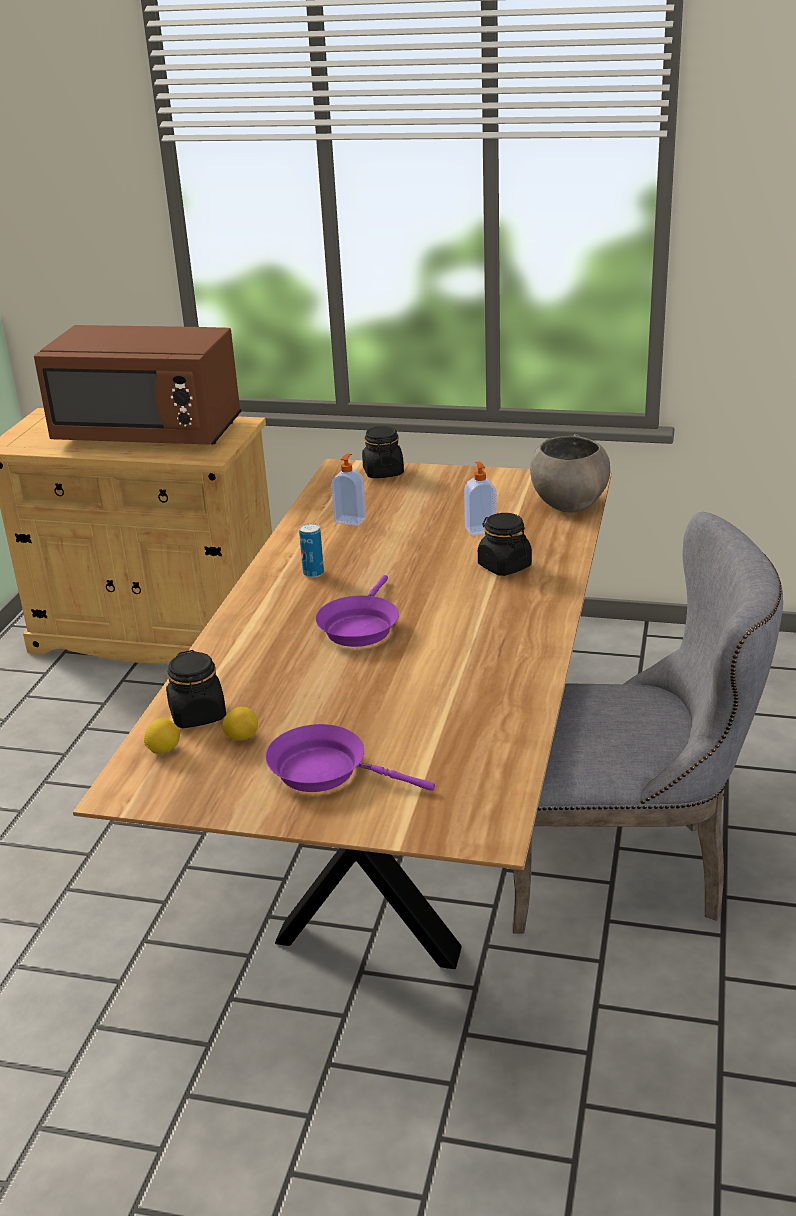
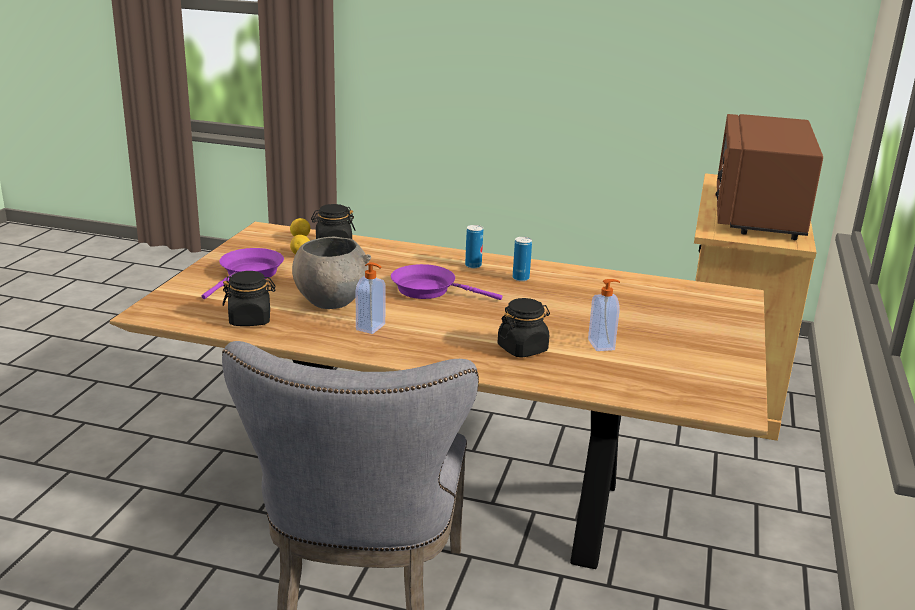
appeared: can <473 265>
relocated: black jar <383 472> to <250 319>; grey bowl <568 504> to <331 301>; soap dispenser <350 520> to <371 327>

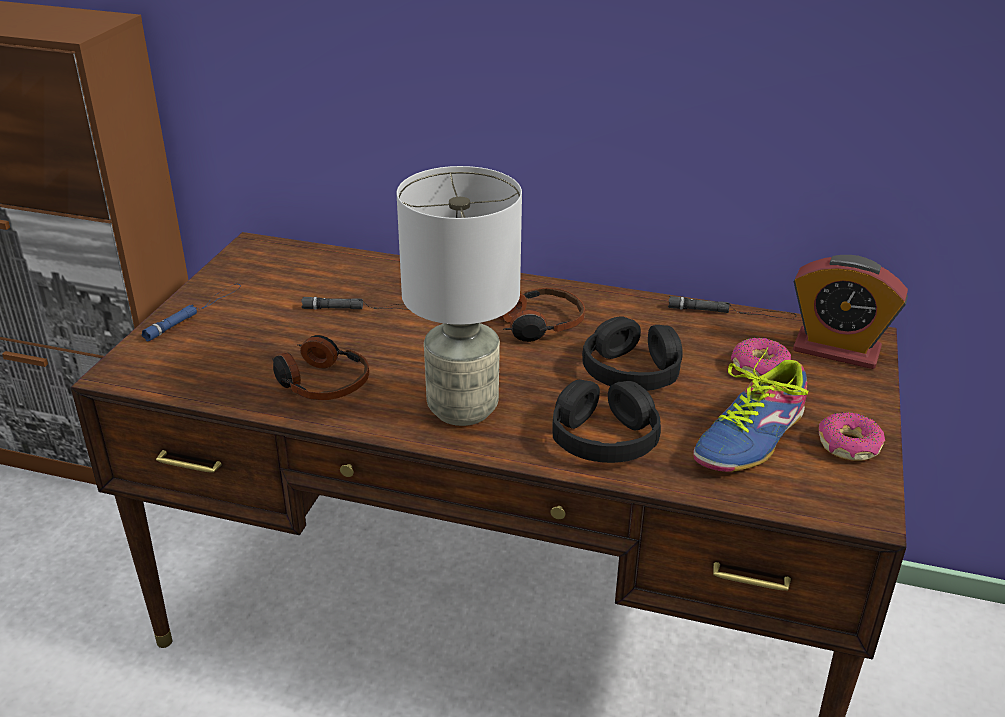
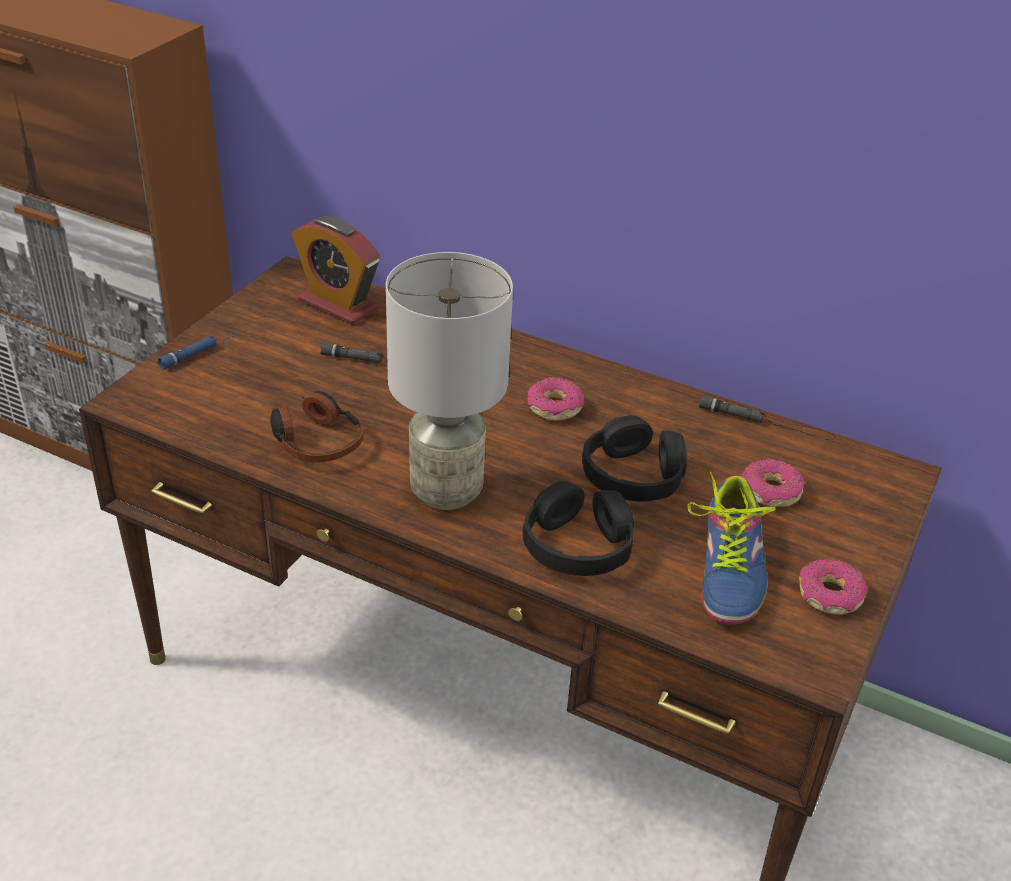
relocated: alarm clock <836 350> to <338 305>
exchanged: headphones <538 324> to donut <554 407>
spun: shoe <751 437> = <730 568> 45 degrees counterclockwise

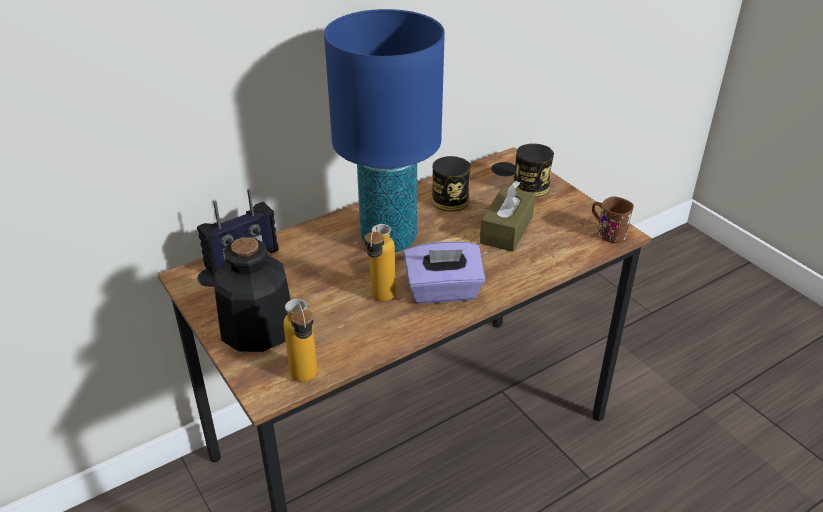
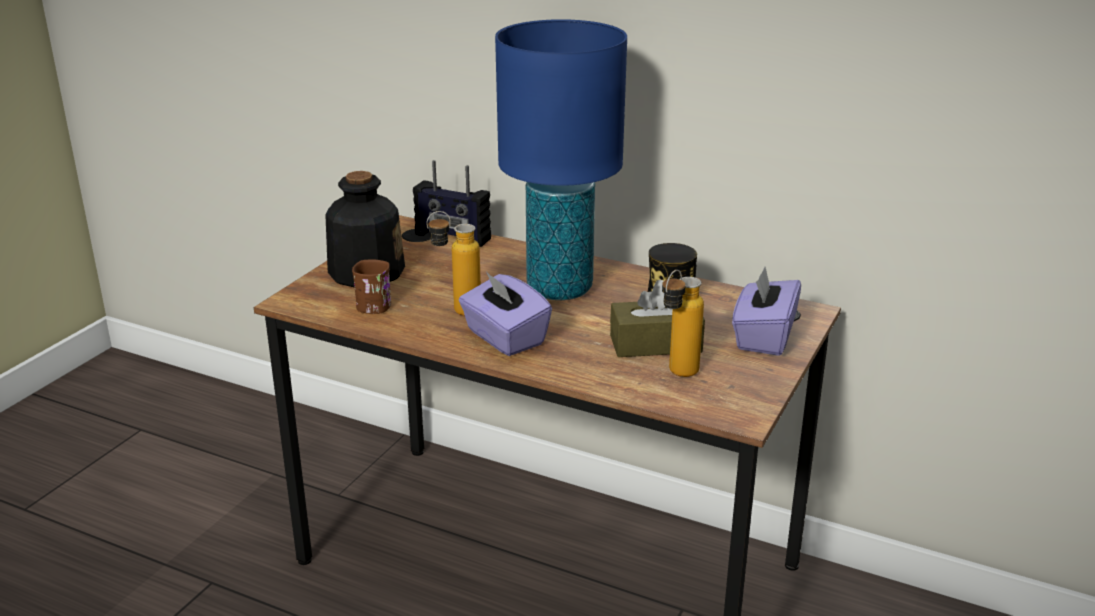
relocated: brown mug <607 232> to <376 303>; bottle <306 381> to <676 375>
exchanged: can <531 187> to purple tissue box <763 337>

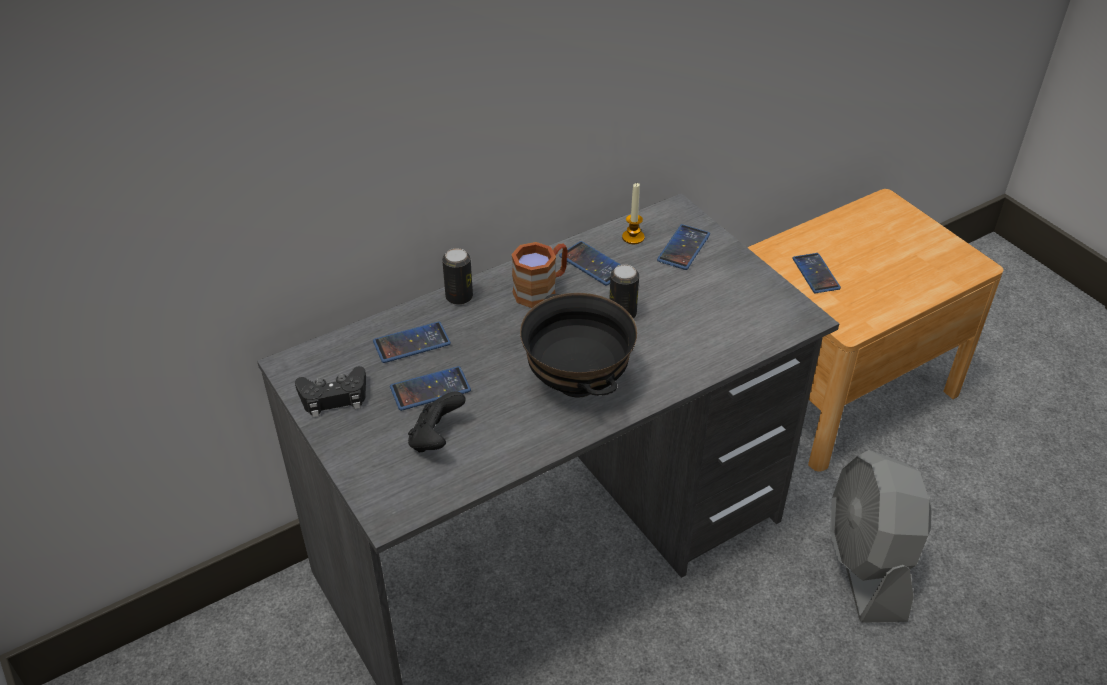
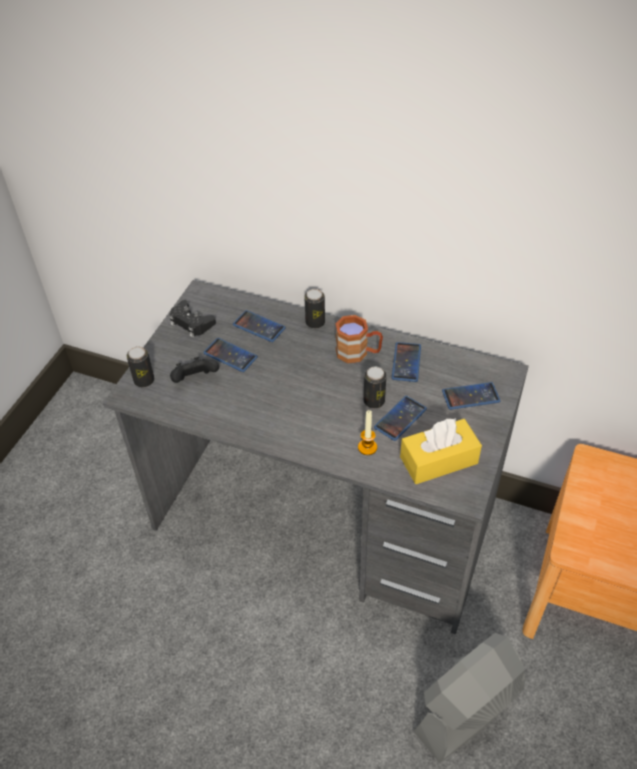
missing: black bowl <578 382>
appeared: can <144 380>; yellow tissue box <438 460>
relocated: candle <633 237> to <367 447>; phone <816 274> to <400 418>

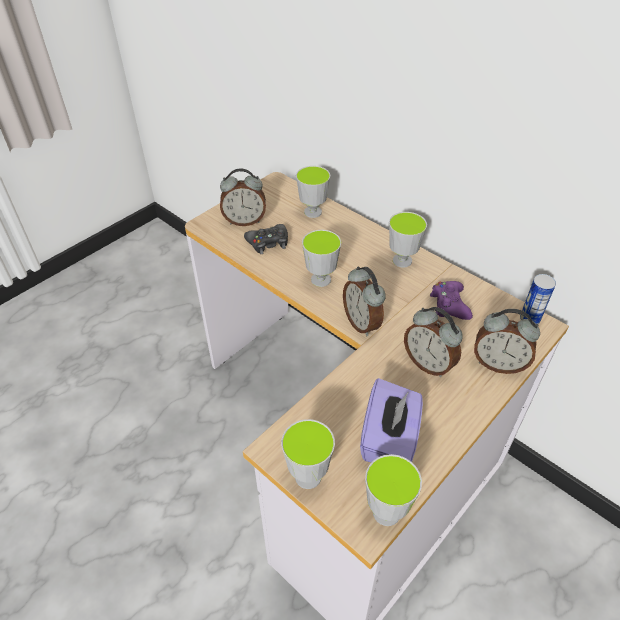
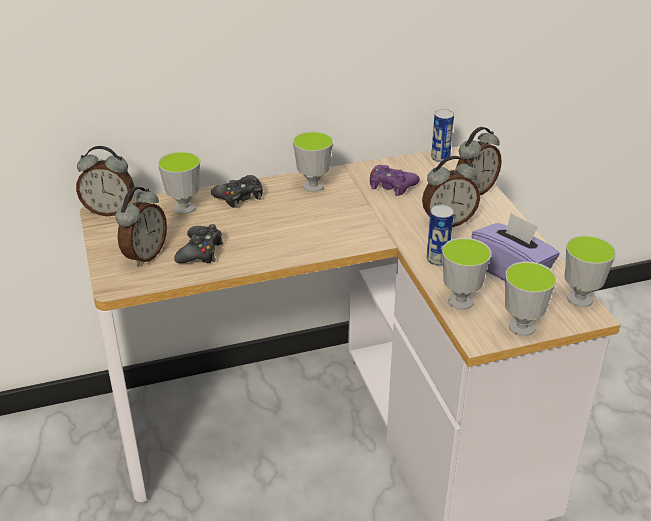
appeared: black game controller <239 197>; can <437 259>
relocated: cup <321 280> to <460 301>; alarm clock <362 323> to <110 211>

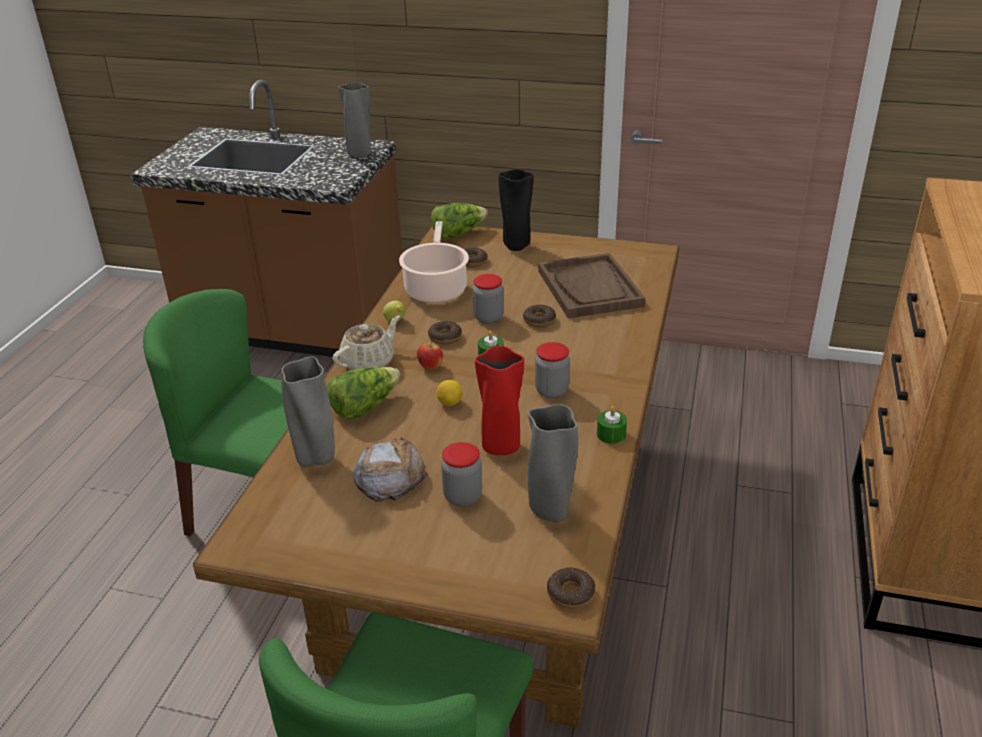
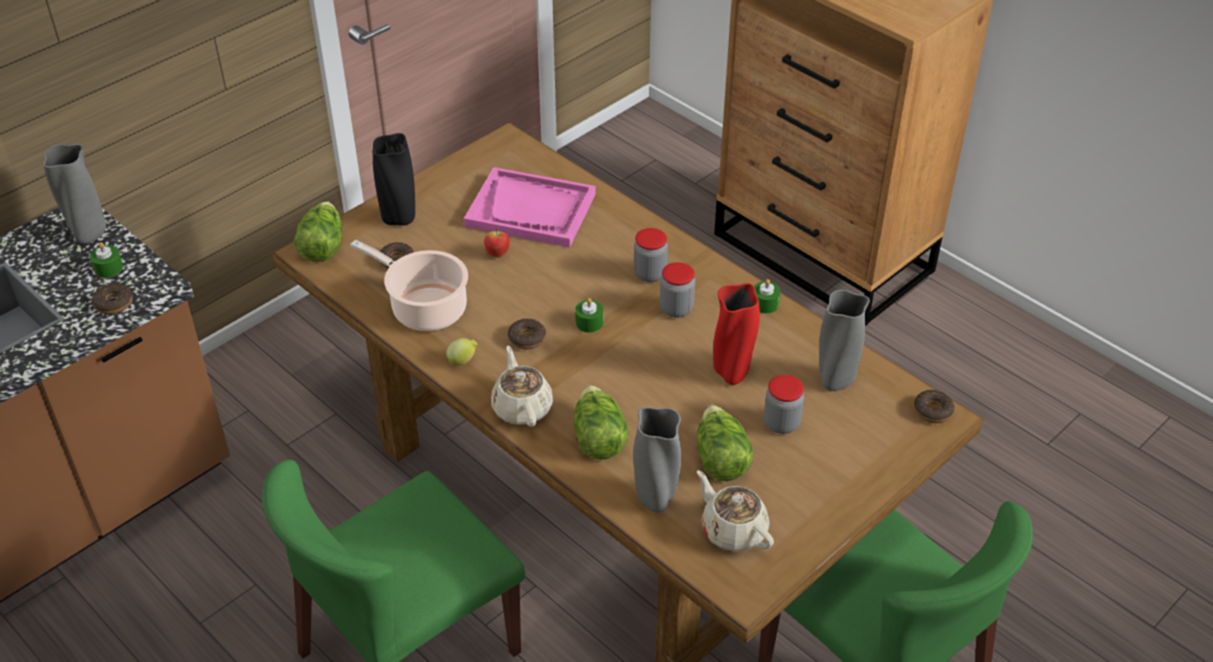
missing: lemon <450 403>
appeared: green candle <108 268>; beige teapot <733 530>
relocated: jar <488 318> to <650 274>; donut <539 320> to <114 303>; apple <430 367> to <497 254>
exchanged: bread <389 476> to lettuce <720 458>
colour: brown tray <590 288> to pink tray <531 210>

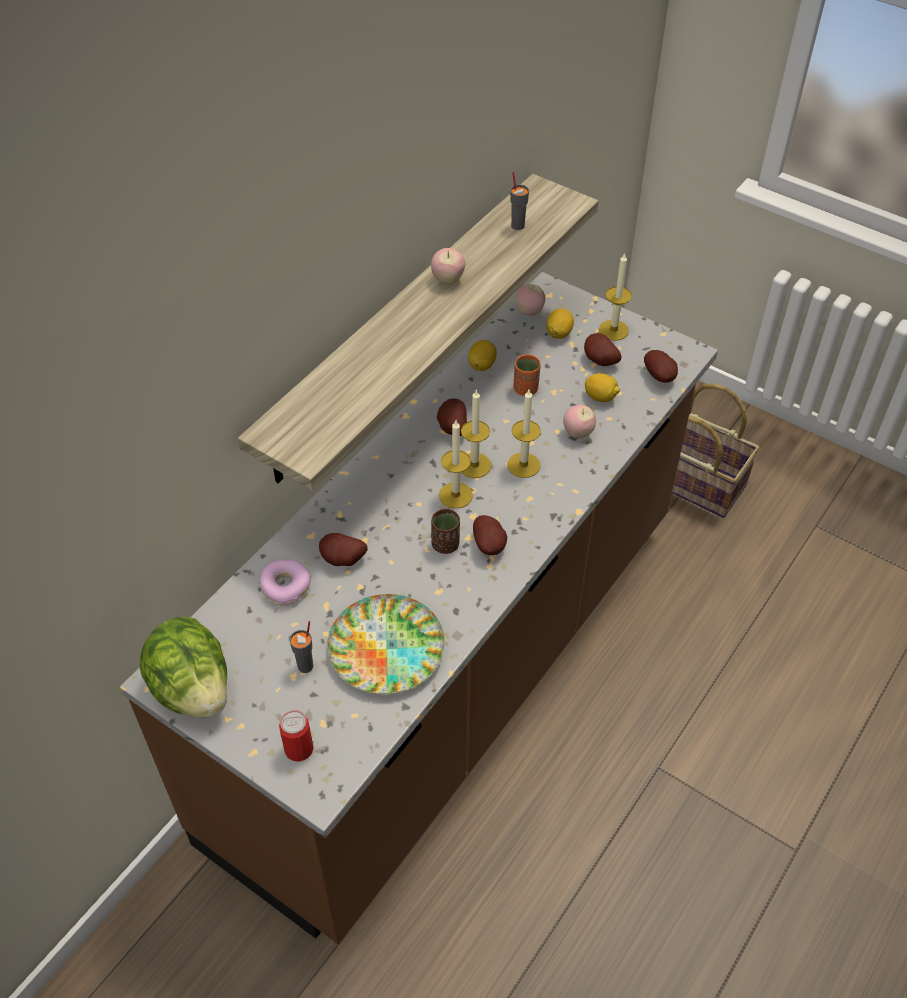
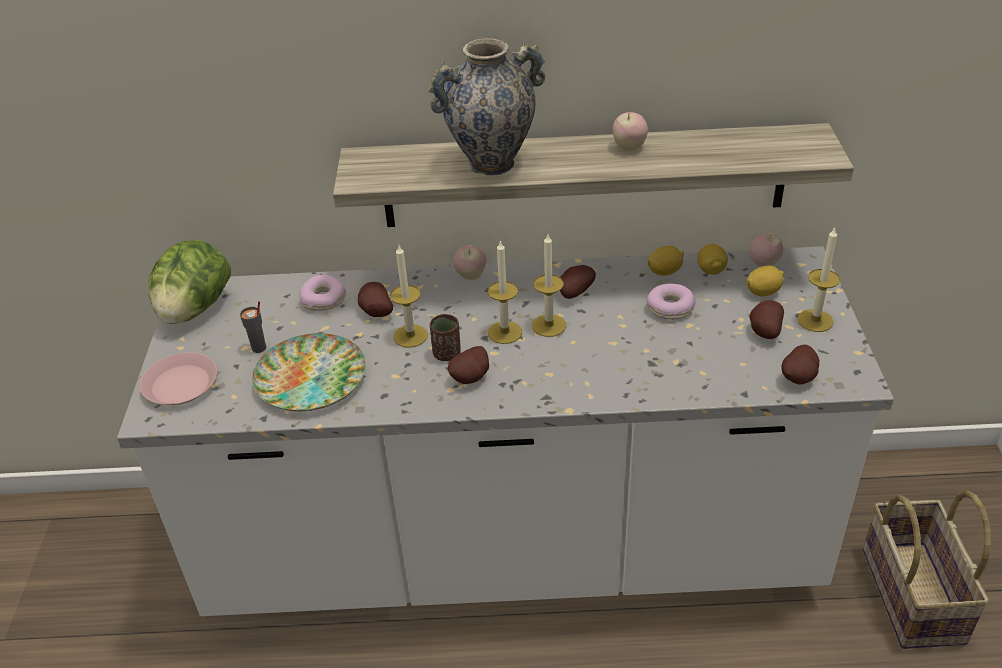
missing: grey cup <517 225>
appeared: vase <491 164>
relocated: lemon <600 397> to <711 270>; candle <523 465> to <410 336>; apple <578 433> to <471 276>
exchanged: orange cup <525 389> to donut <670 308>; can <299 749> to pink plate <181 385>
colour: brown counter <453 676> to white counter <512 551>

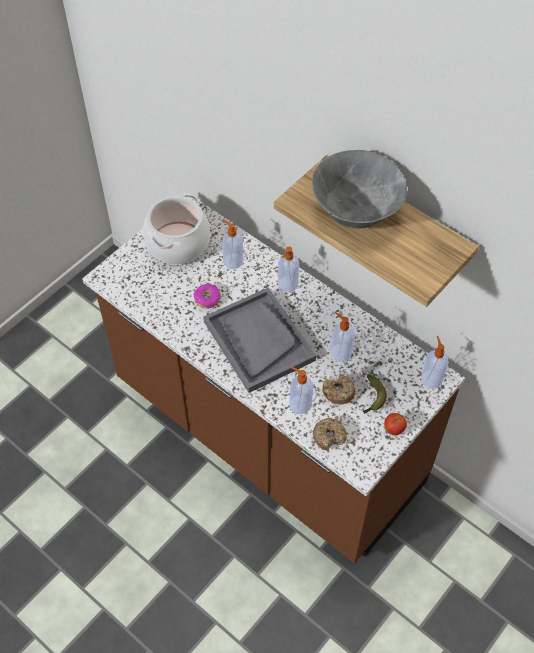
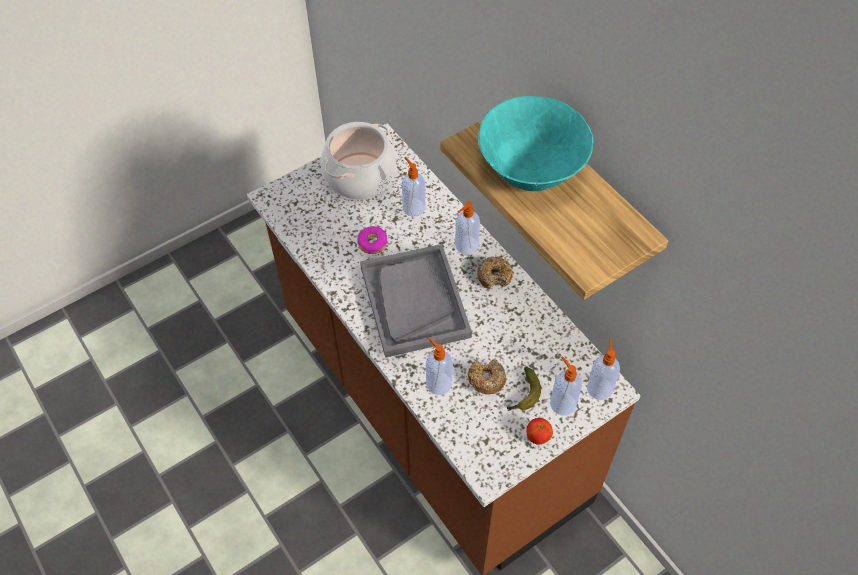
relocated: soap dispenser <340 352> to <562 403>; donut <329 436> to <494 276>
colour: grey bowl <356 215> to turquoise bowl <530 175>

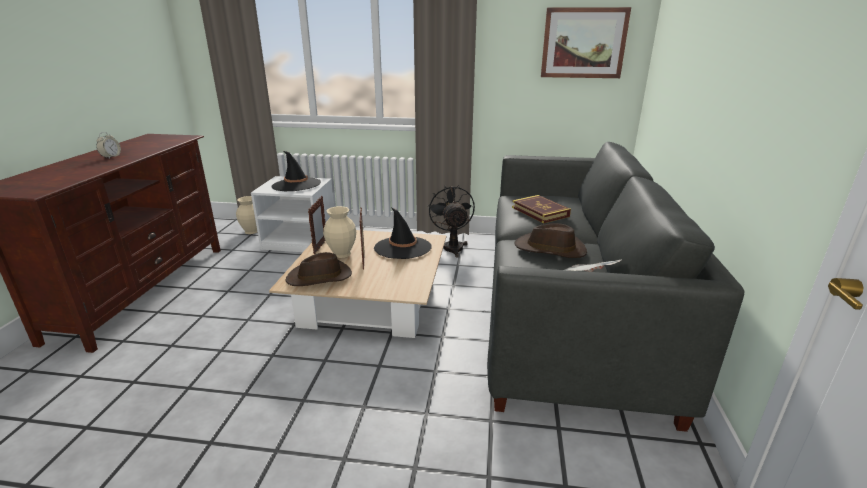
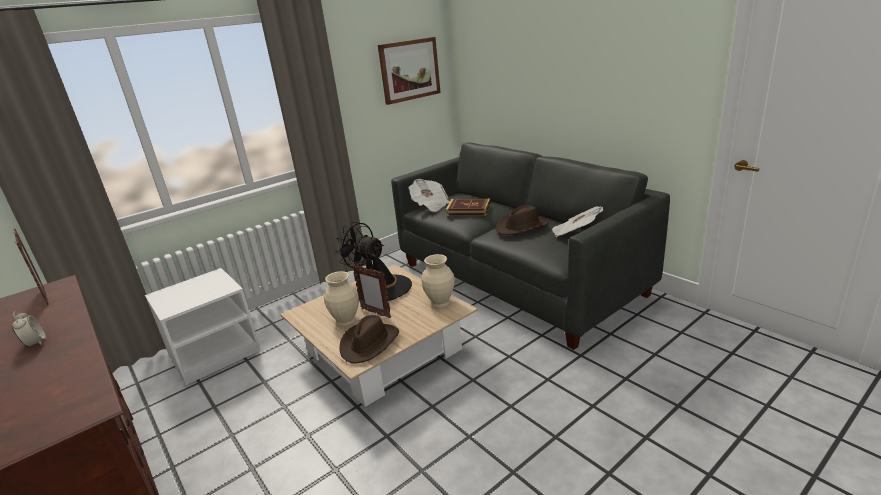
missing: black hat <296 185>
appeared: newspaper <430 205>
relocated: beige vase <251 231> to <441 302>; picture frame <320 247> to <45 297>

